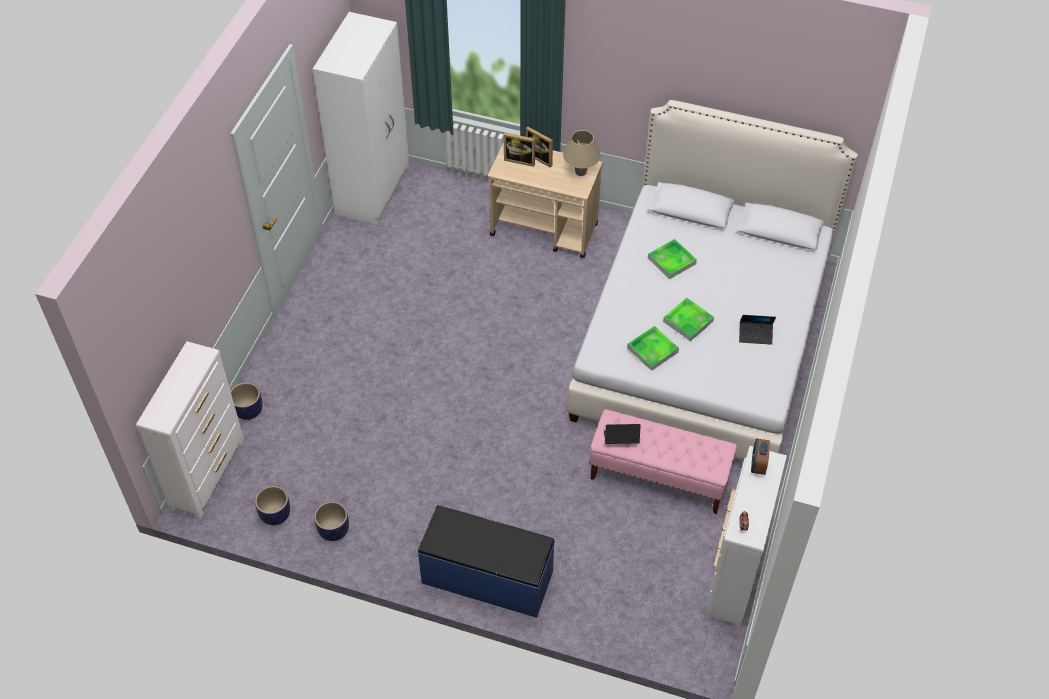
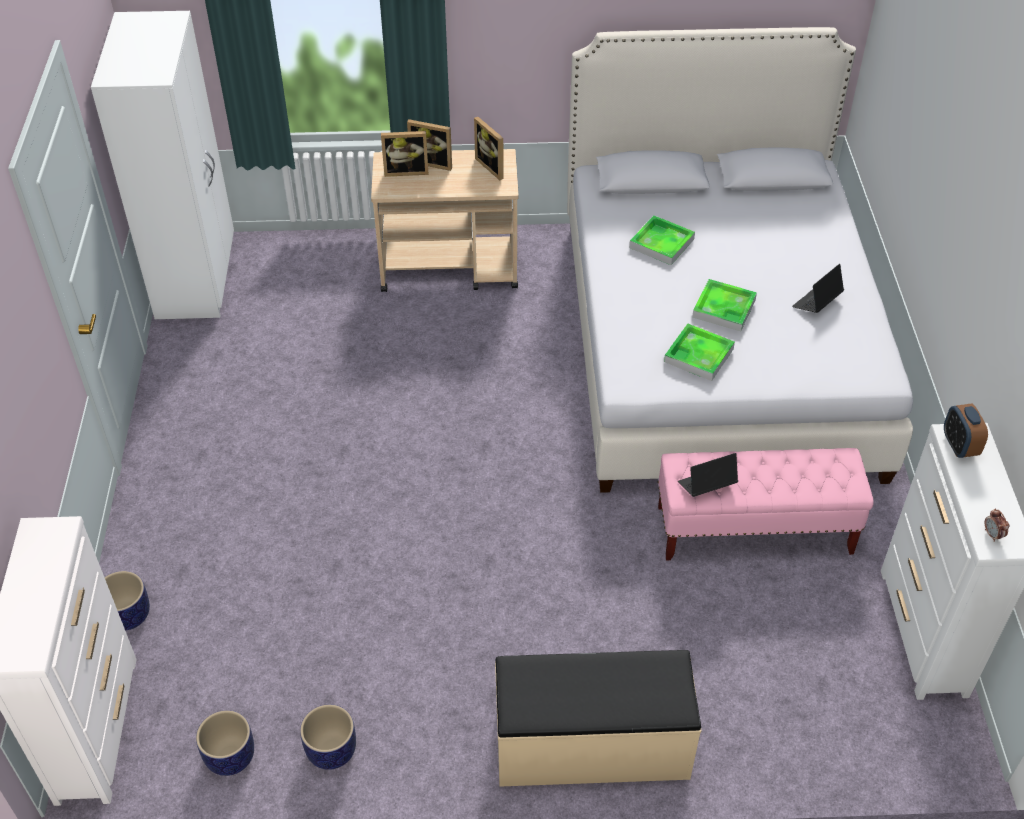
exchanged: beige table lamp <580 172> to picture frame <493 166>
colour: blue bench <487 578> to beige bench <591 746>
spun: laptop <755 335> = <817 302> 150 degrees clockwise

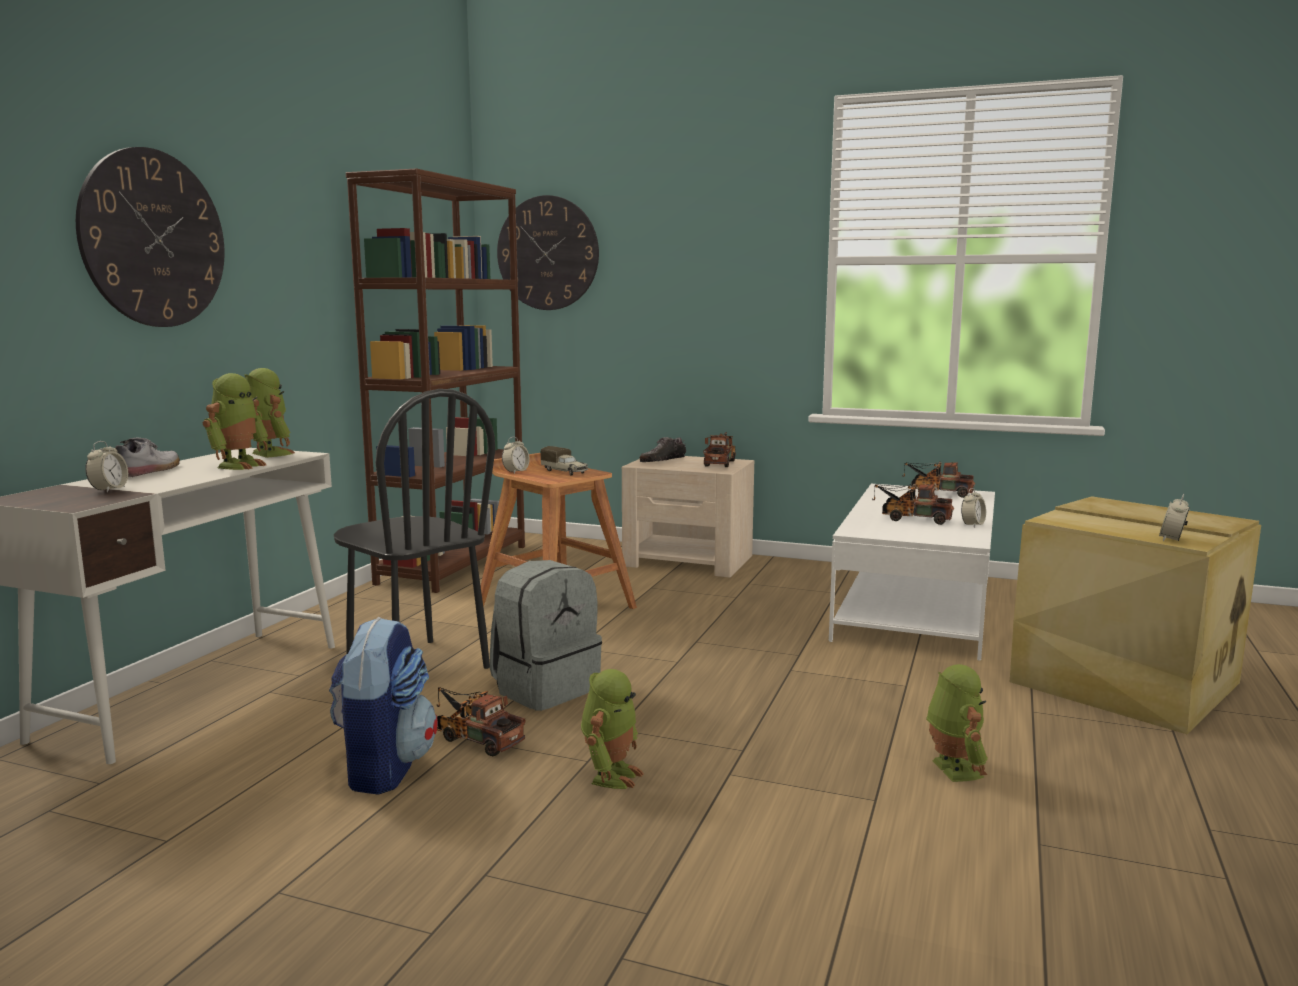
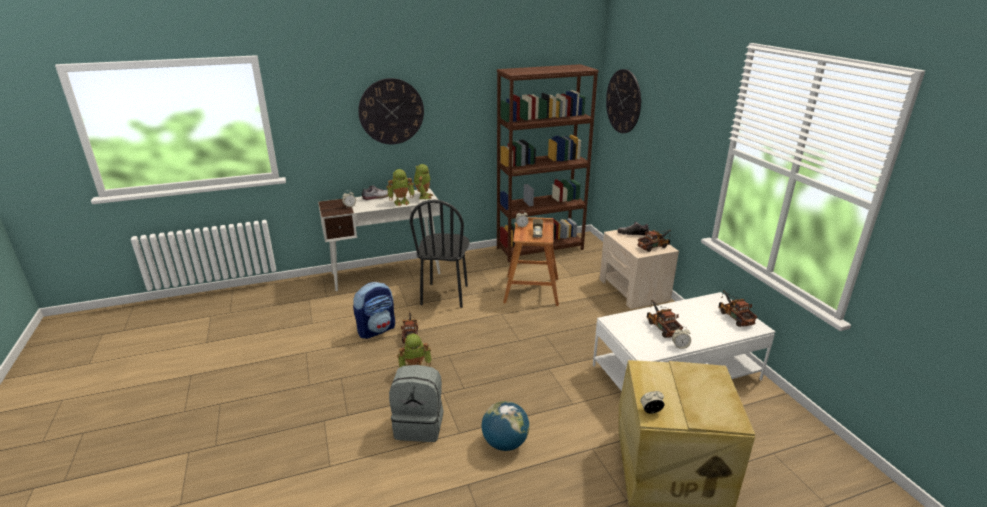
relocated: grey backpack <545 688> to <419 425>
exchanged: toy robot <952 769> to globe <505 443>

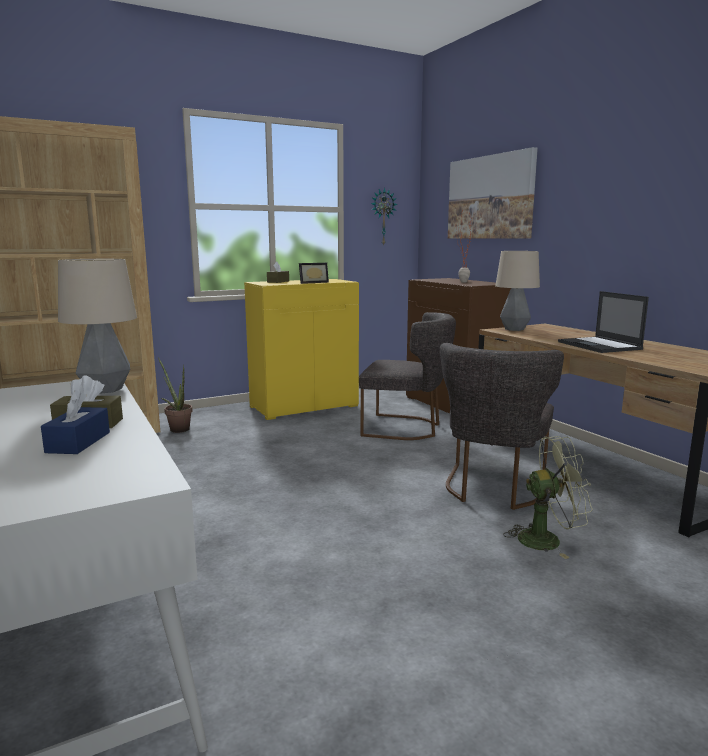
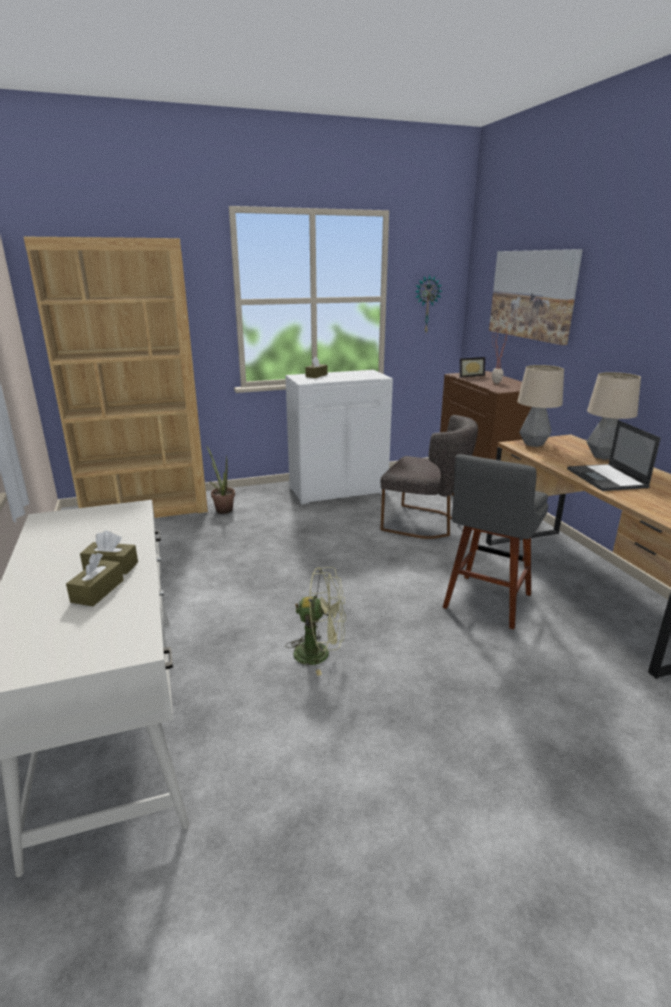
relocated: table lamp <106 389> to <602 456>; picture frame <312 282> to <469 376>; green fan <547 539> to <320 653>
exchanged: grey chair <493 489> to grey stool <485 603>
colour: yellow cabinet <304 406> to white cabinet <338 490>; blue tissue box <78 442> to brown tissue box <97 591>

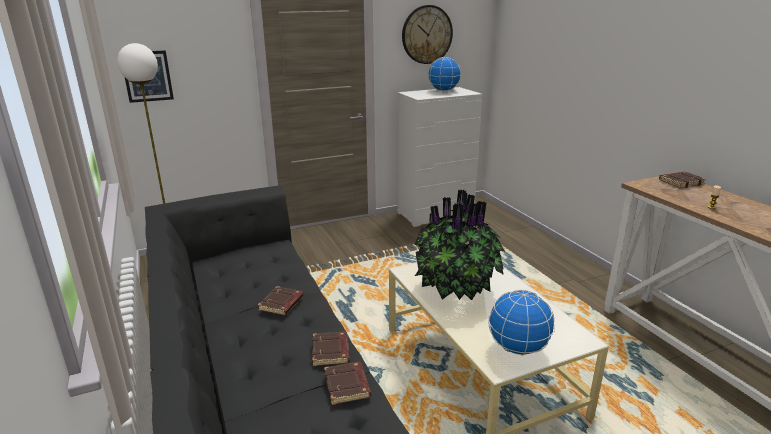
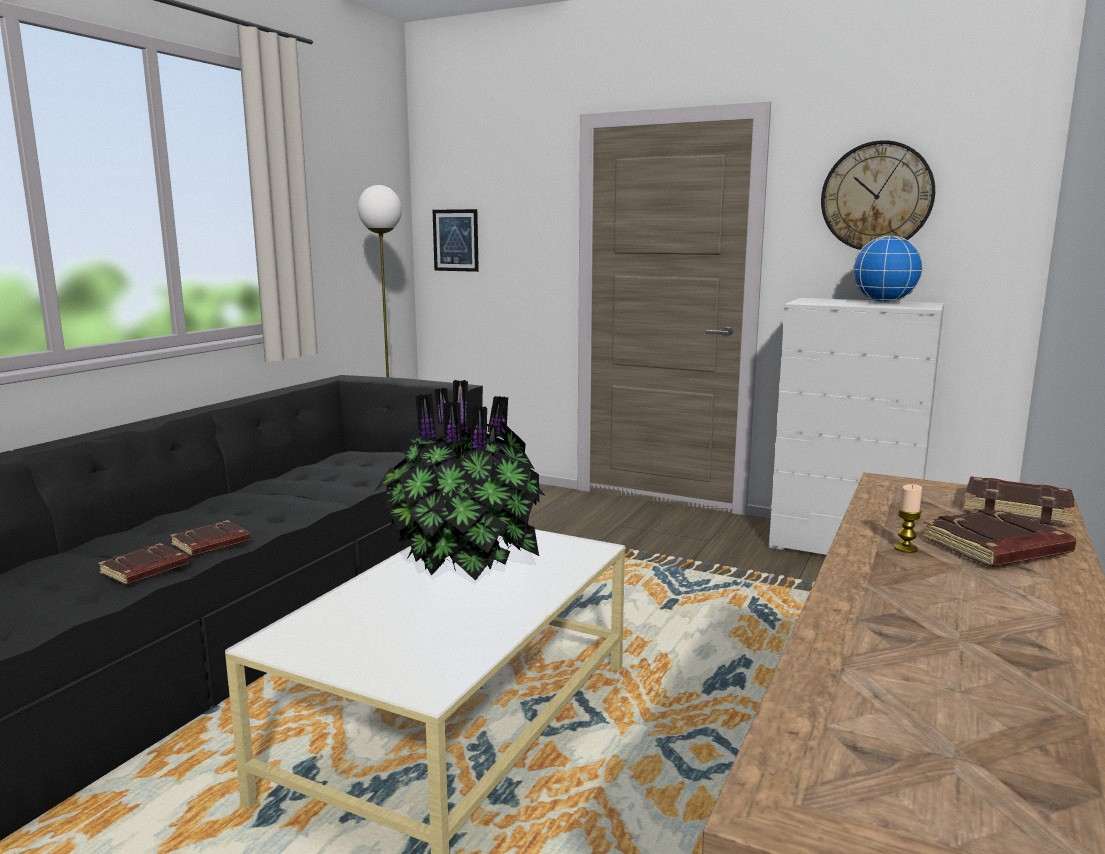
missing: globe <517 348>
relocated: brown book <281 304> to <996 548>

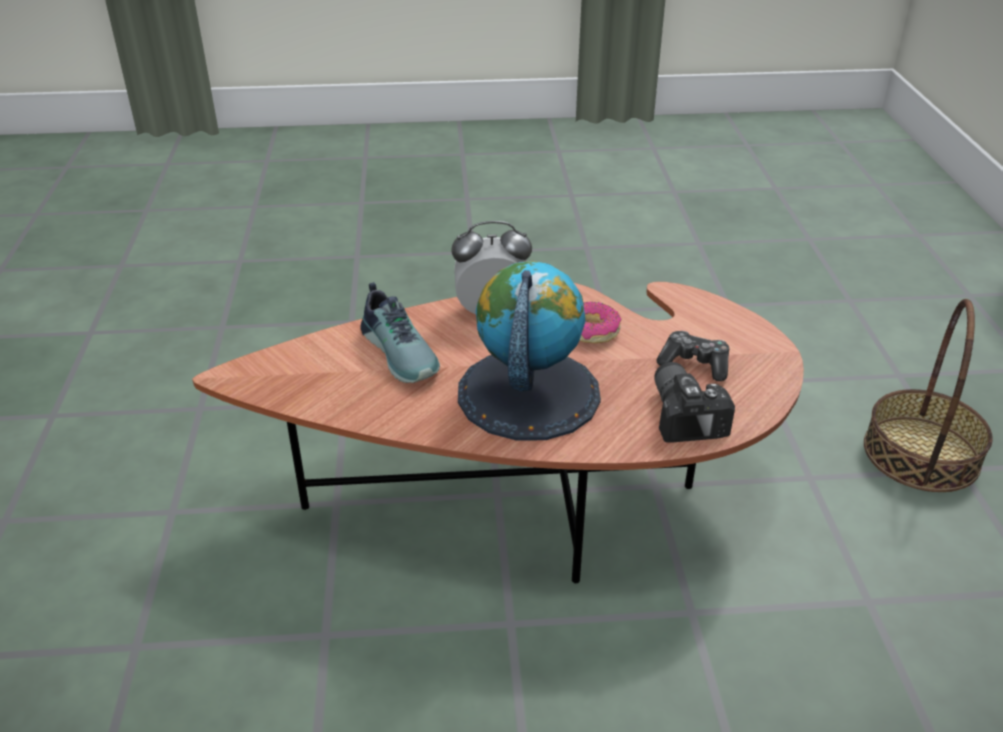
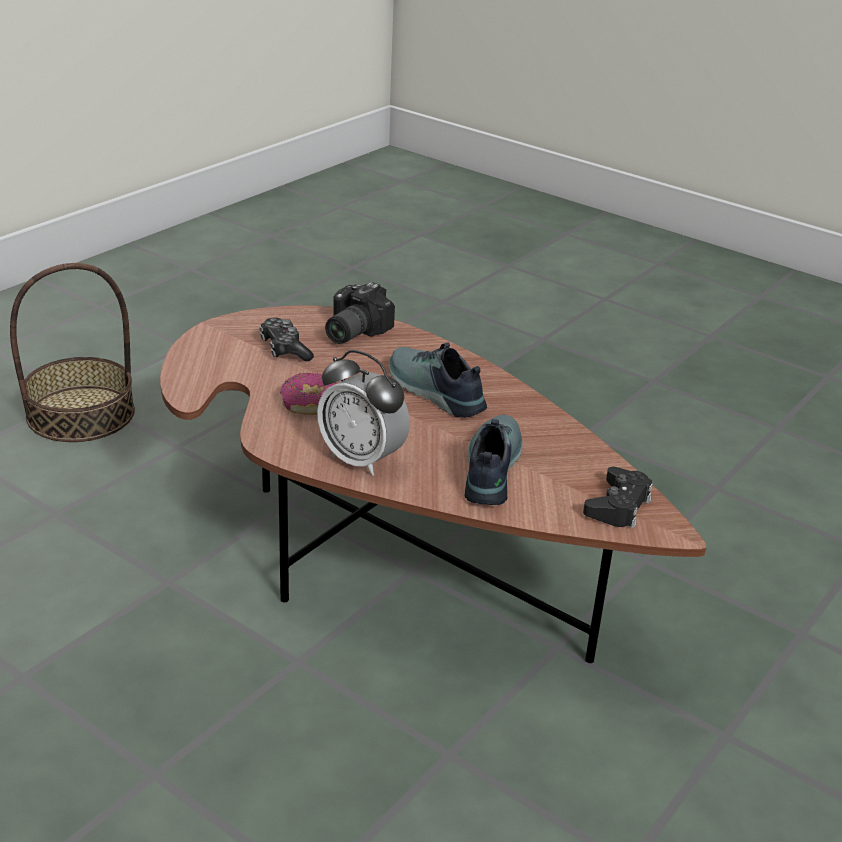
appeared: black game controller <618 506>
exchanged: globe <528 393> to shoe <433 392>

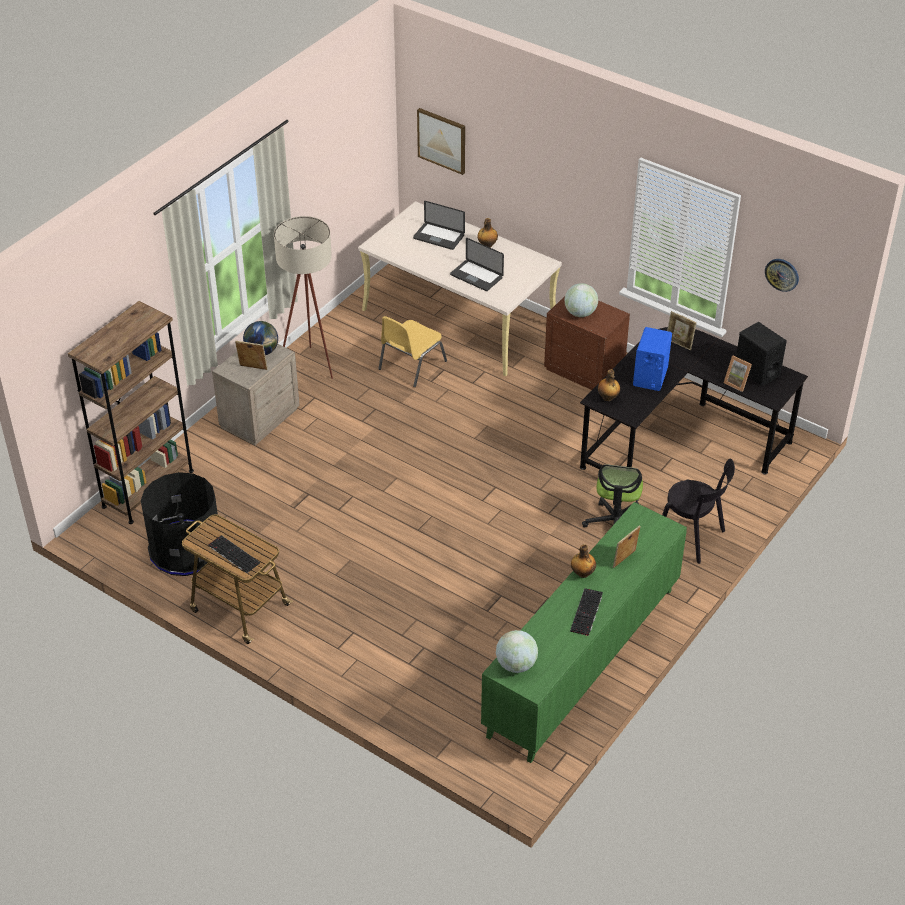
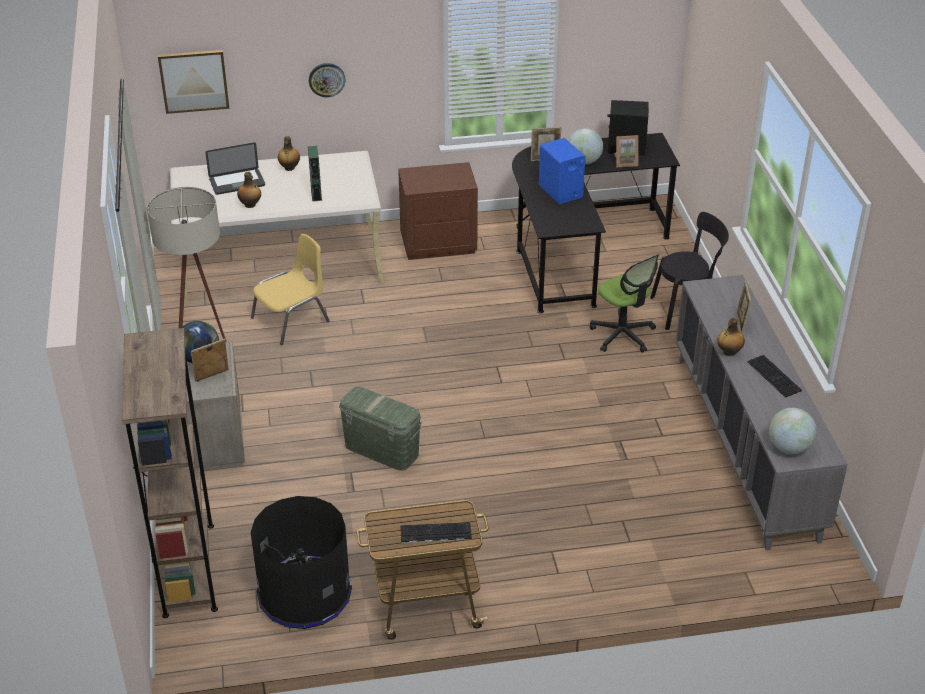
appeared: green storage box <381 450>
relocated: wall clock <782 274> to <326 79>; globe <580 313> to <584 161>; bottle <608 398> to <250 205>
exchanged: laptop <476 276> to green speaker <316 194>
colour: green cabinet <583 661> to grey cabinet <745 444>
spun: yellow chair <411 365> = <292 320> 120 degrees counterclockwise

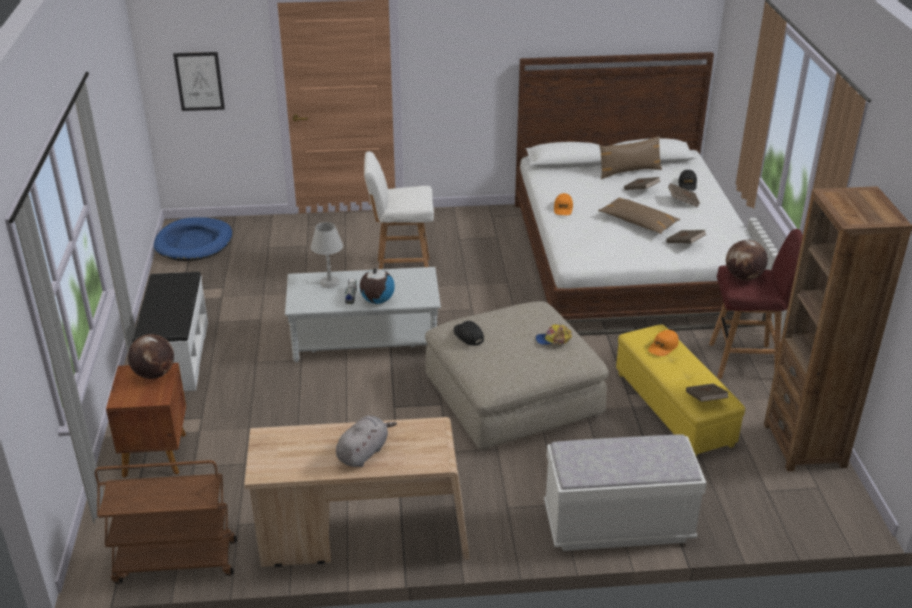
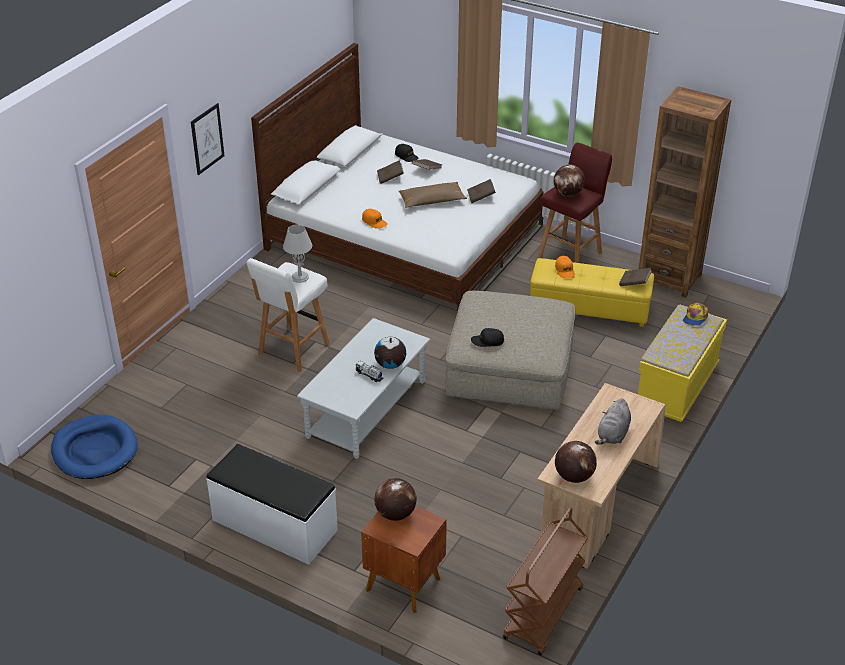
missing: brown pillow <629 171>
appeared: globe <573 476>
relocated: picture <199 81> to <207 139>; grey table lamp <330 282> to <300 277>; cap <553 340> to <695 317>
colour: white bench <618 525> to yellow bench <676 387>
spun: grey plush toy <363 452> = <613 435> 135 degrees counterclockwise

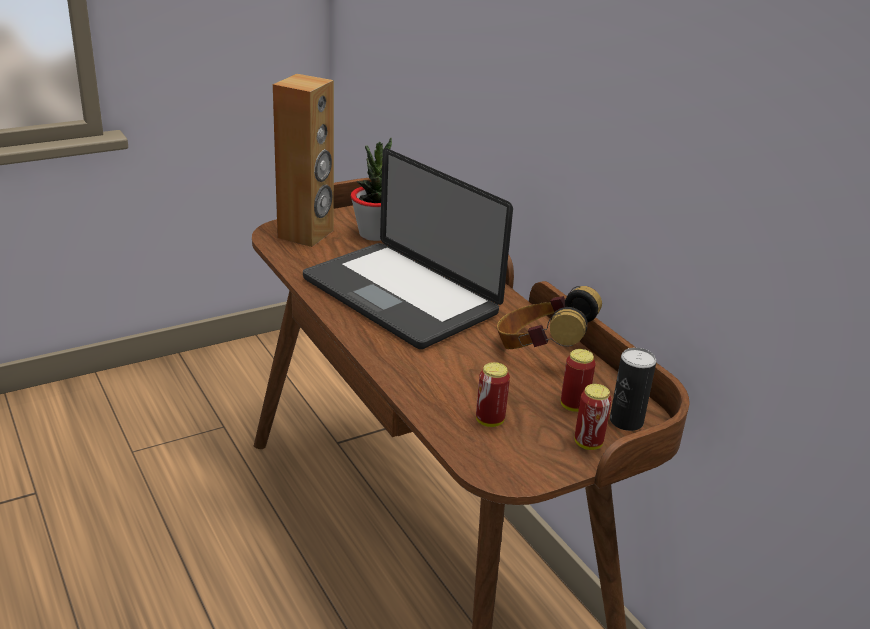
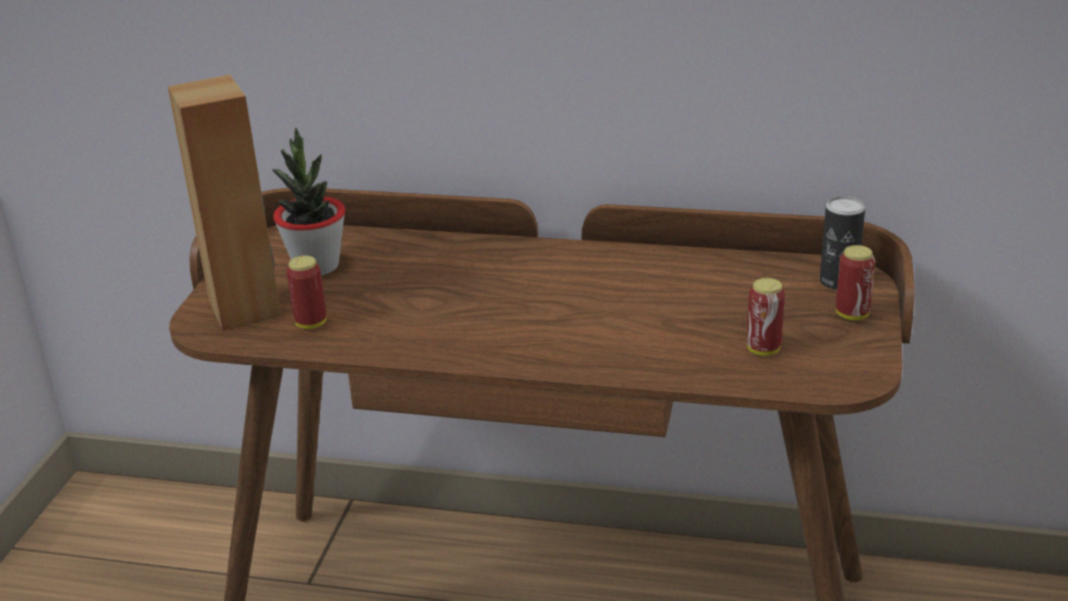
missing: laptop <399 296>; headphones <541 350>
relocated: can <573 406> to <311 323>

